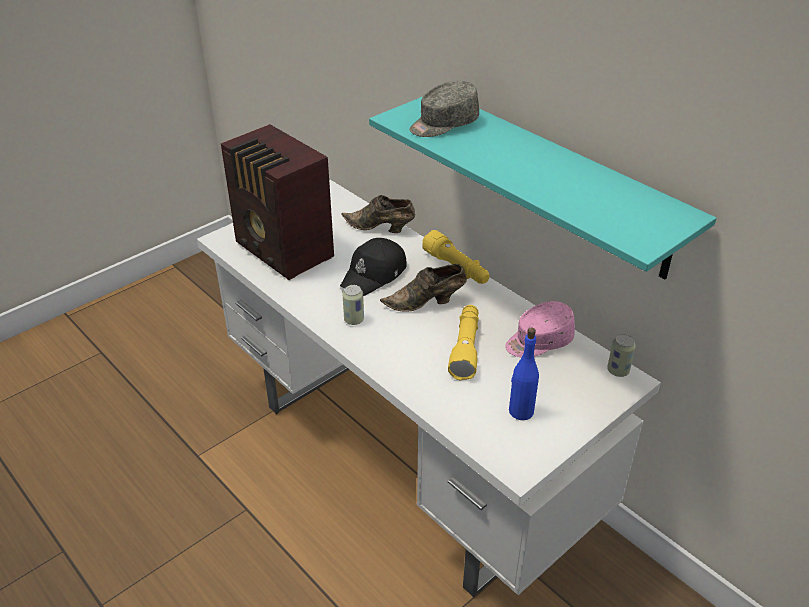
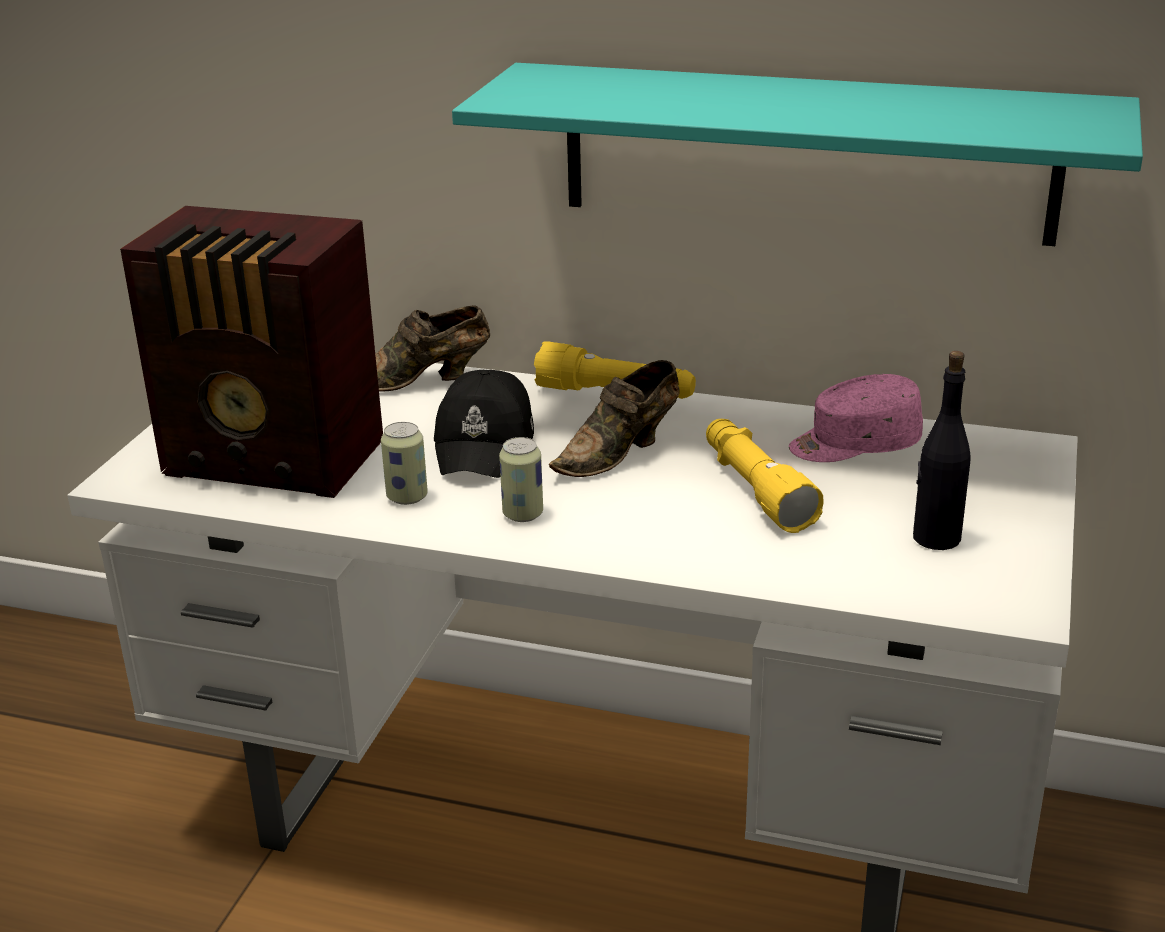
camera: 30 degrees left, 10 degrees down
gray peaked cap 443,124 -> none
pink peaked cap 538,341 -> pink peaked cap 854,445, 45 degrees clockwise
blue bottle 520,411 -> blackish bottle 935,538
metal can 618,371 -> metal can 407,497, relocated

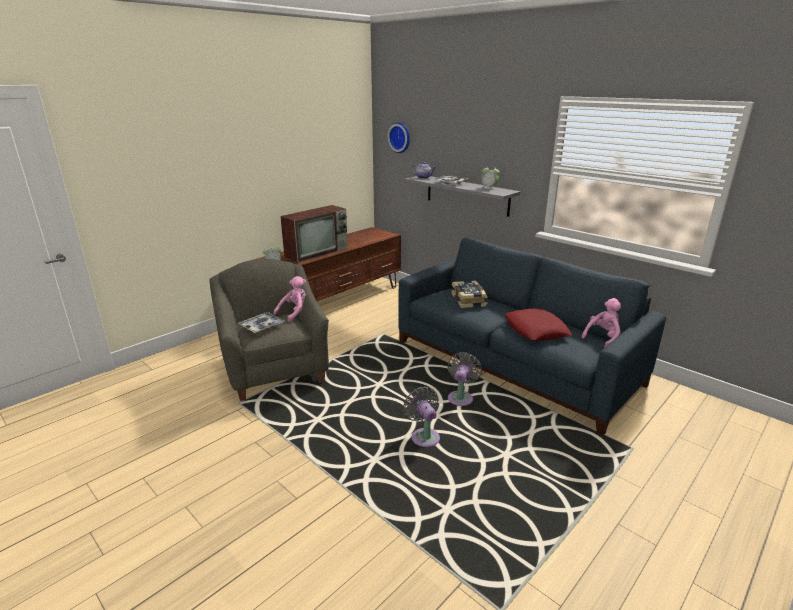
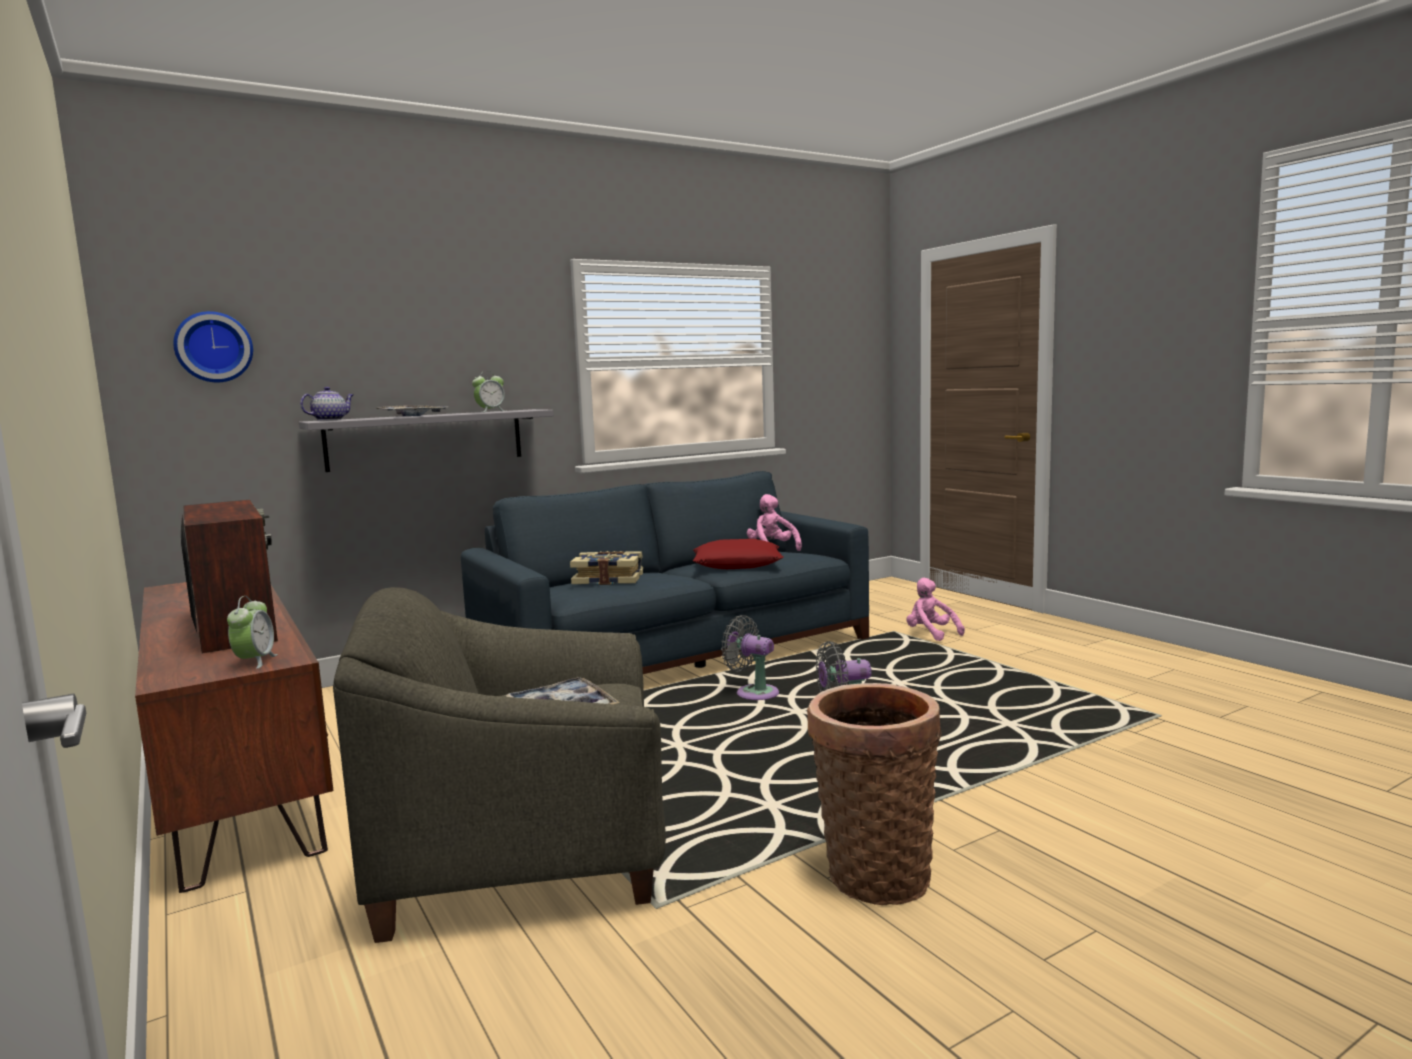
camera: 75 degrees left, 15 degrees down
pink soft toy 295,313 -> pink soft toy 931,634, relocated
none -> basket 873,873

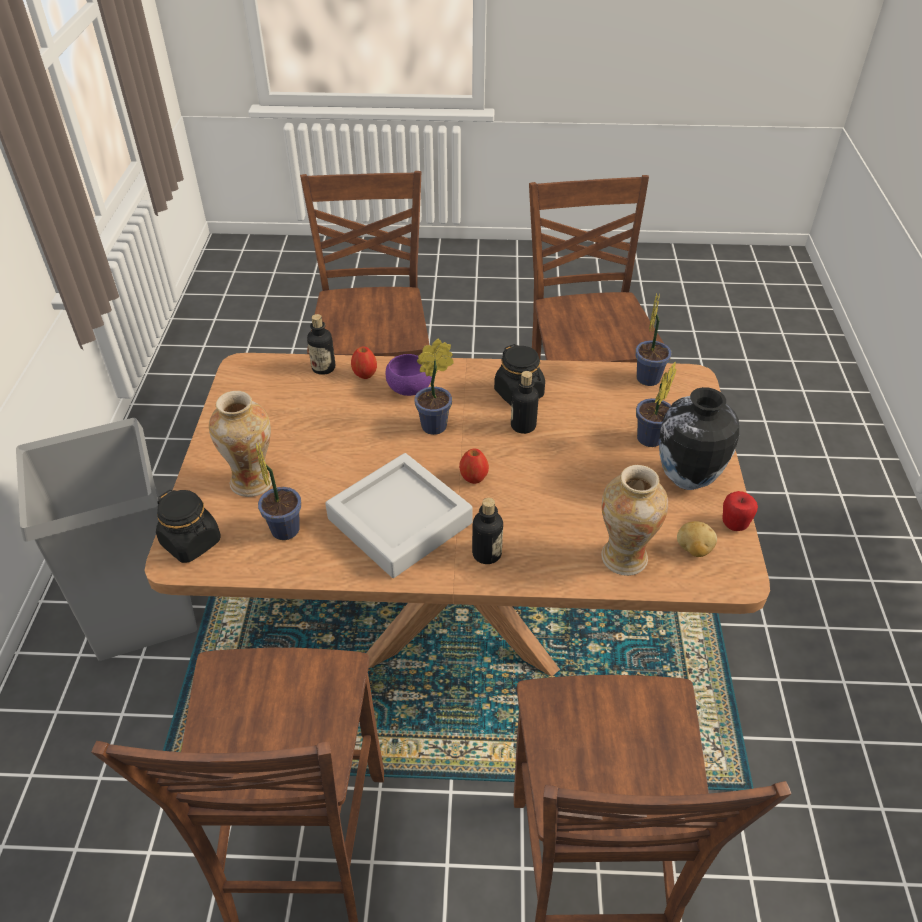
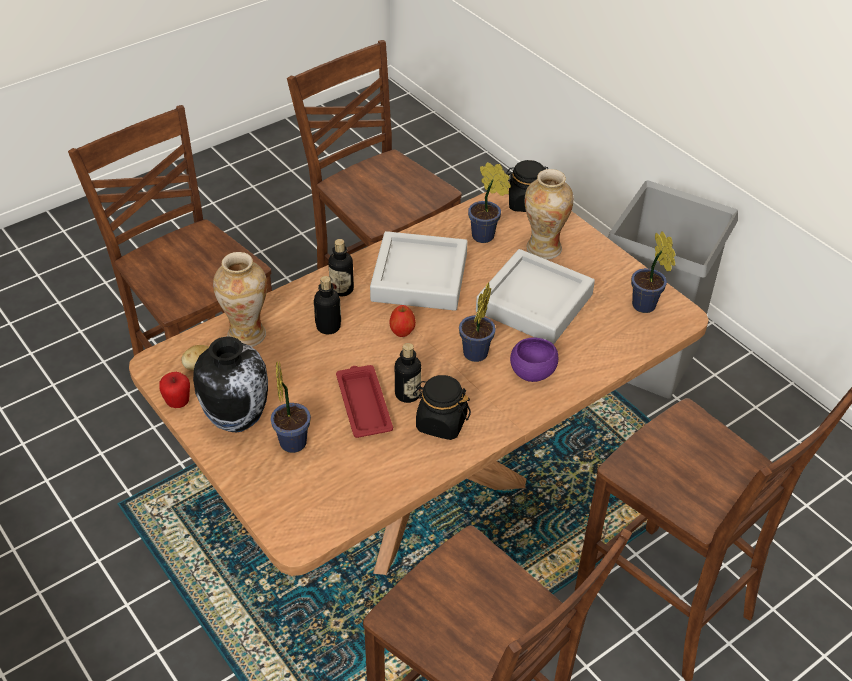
camera: 140 degrees right, 0 degrees up
houseplant 648,376 -> houseplant 645,307, relocated
bottle 323,368 -> bottle 328,327, relocated
whole apple 365,374 -> none
none -> gray serving tray 534,303
none -> reddish serving tray 363,404

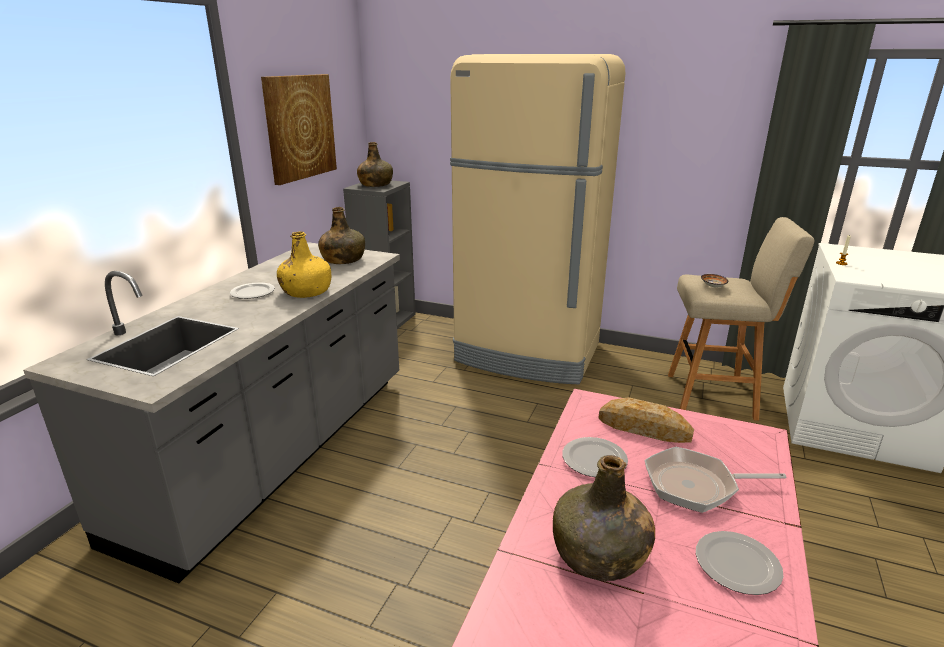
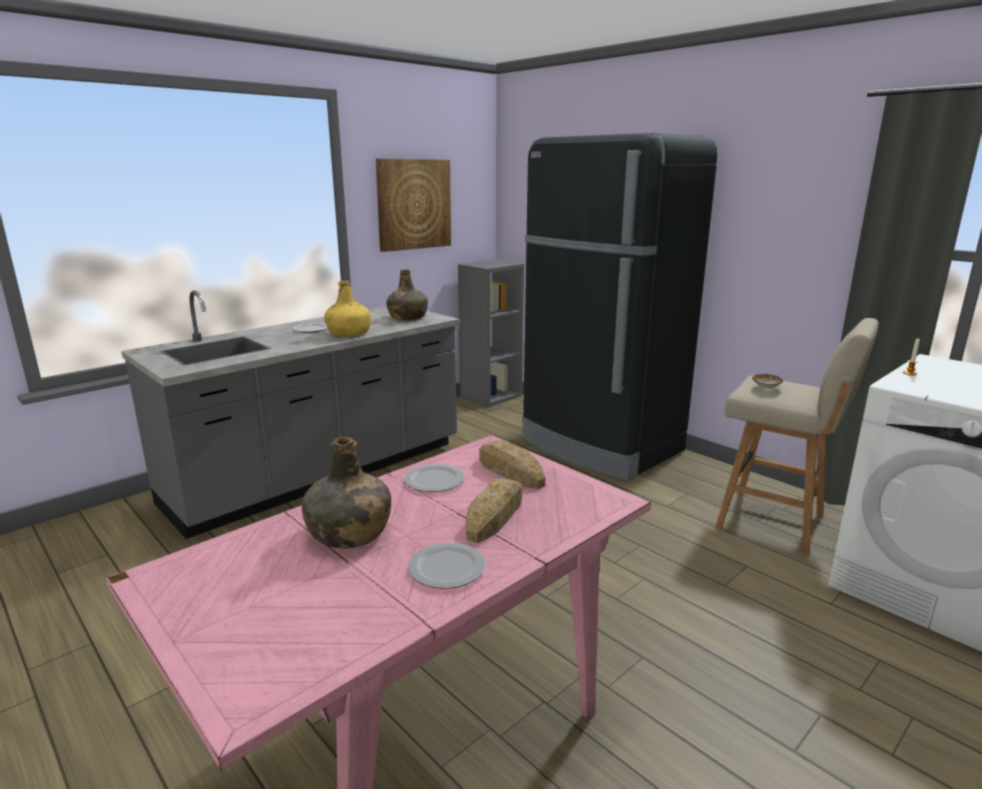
camera: 25 degrees right, 5 degrees down
beige-coloured fridge 528,354 -> blackish fridge 600,446
green-coloured bottle 375,185 -> none
frying pan 696,485 -> bakery bread 494,515

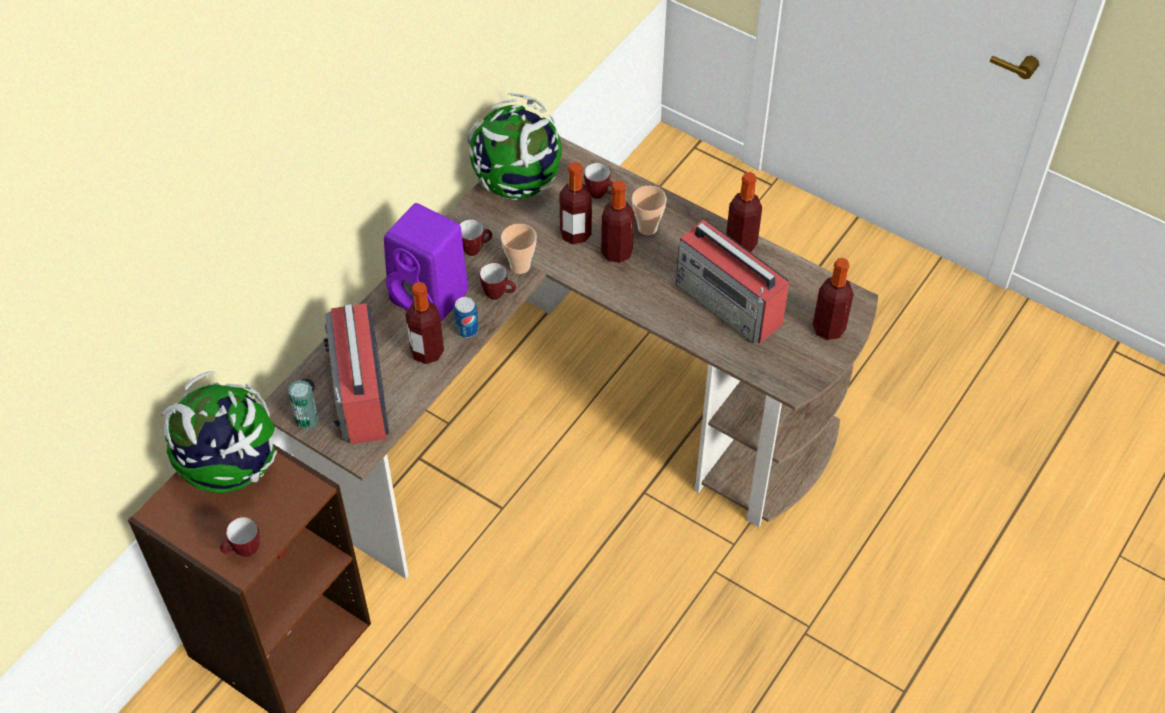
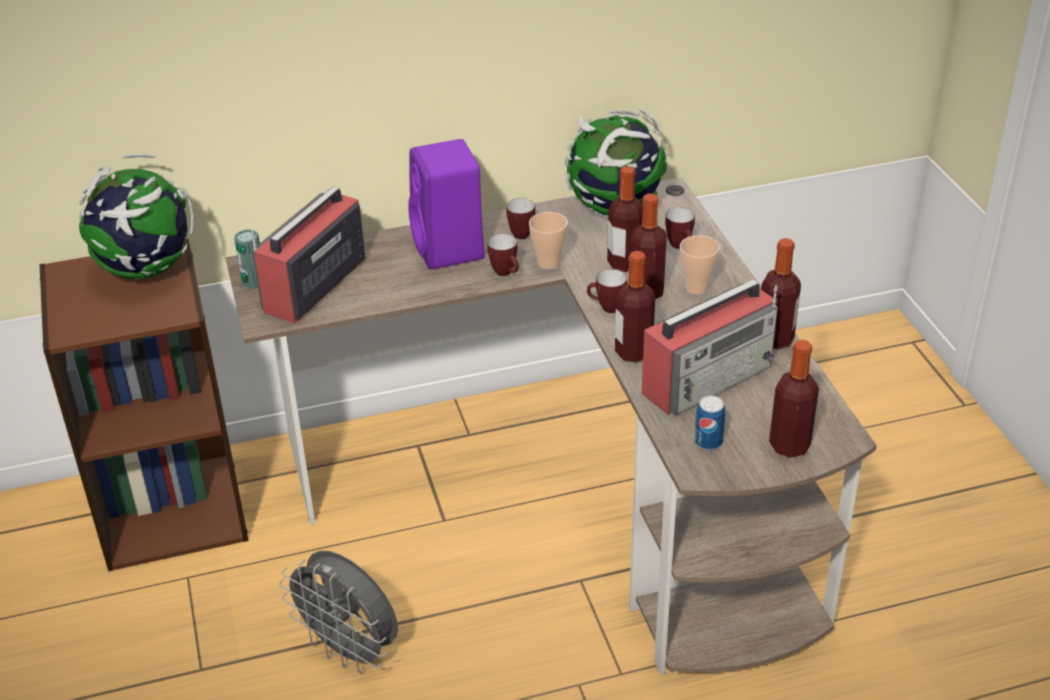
camera: 40 degrees right, 15 degrees down
radio receiver 729,304 -> radio receiver 708,378, 120 degrees counterclockwise
bottle 427,352 -> bottle 633,352, relocated
metal can 467,330 -> metal can 708,442, relocated
tea mug 244,552 -> tea mug 606,308, relocated
none -> gray fan 350,650

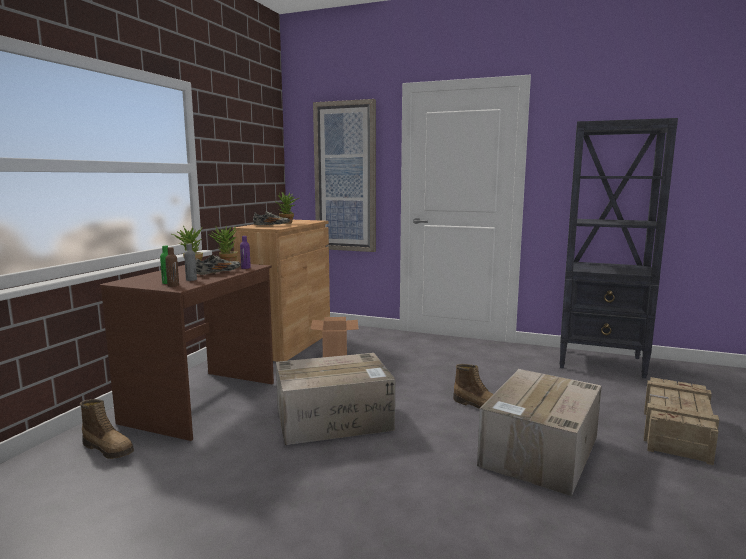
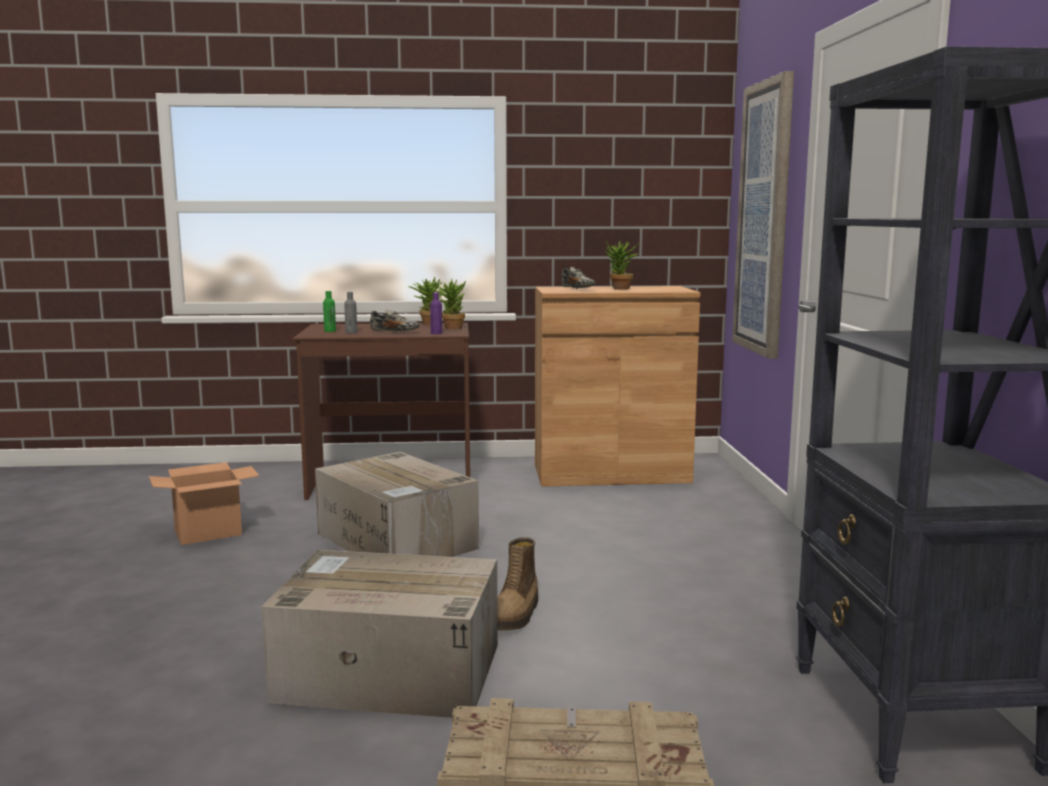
camera: 65 degrees right, 0 degrees up
brown-coloured bottle 173,285 -> none
packing box 335,356 -> packing box 209,533, relocated
high-top boot 109,449 -> none

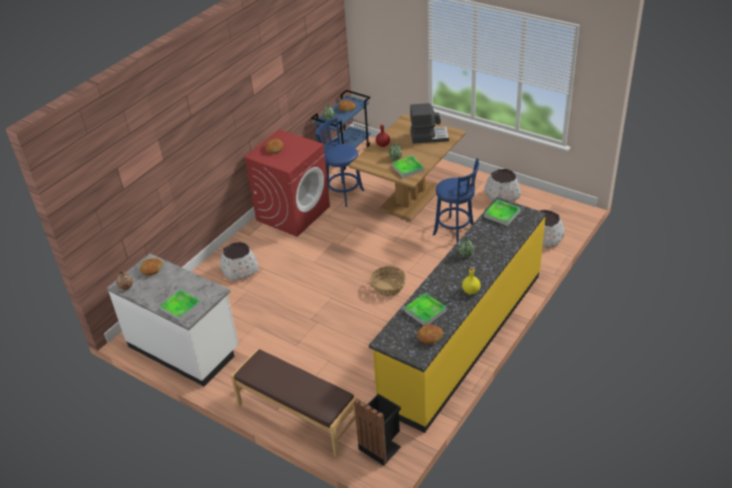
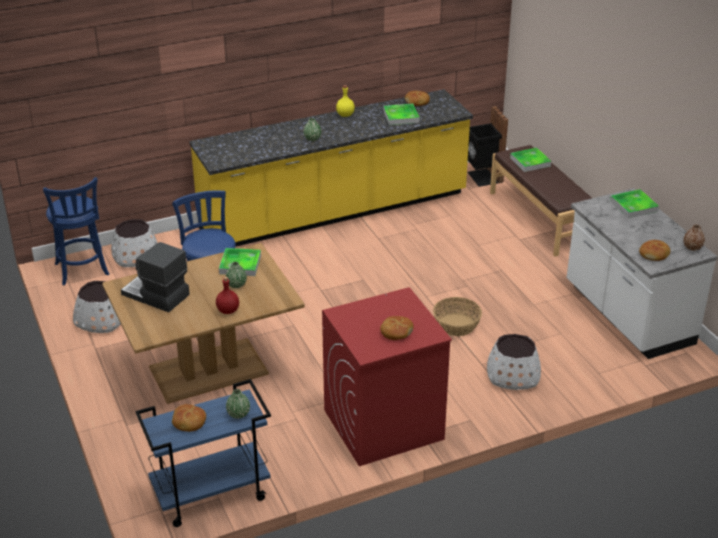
camera: 150 degrees left, 5 degrees down
blue sitting stool 342,193 -> blue sitting stool 82,271, relocated
serving tray 502,214 -> serving tray 530,162, relocated
basket 388,287 -> basket 456,325, relocated

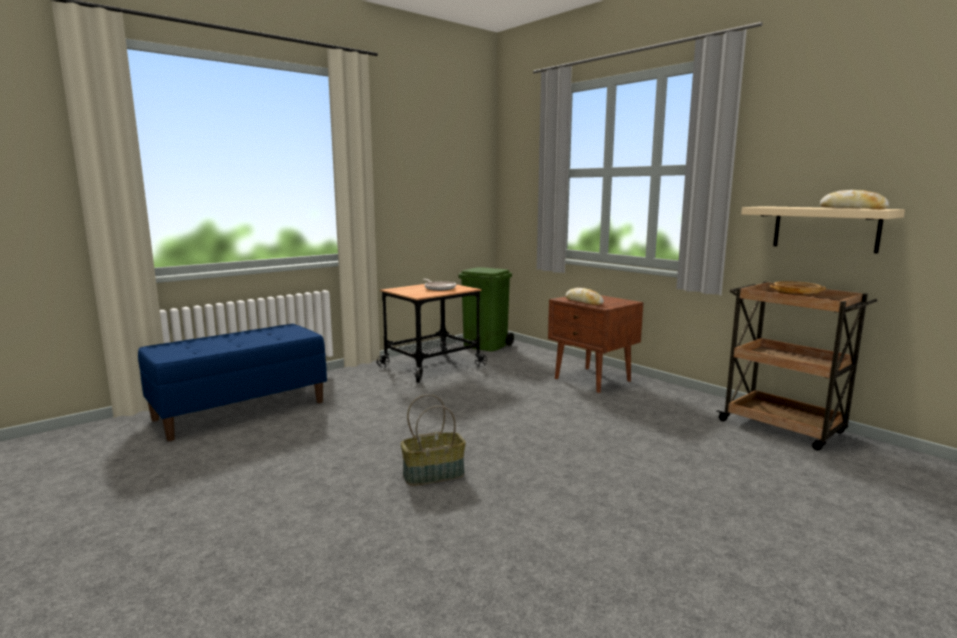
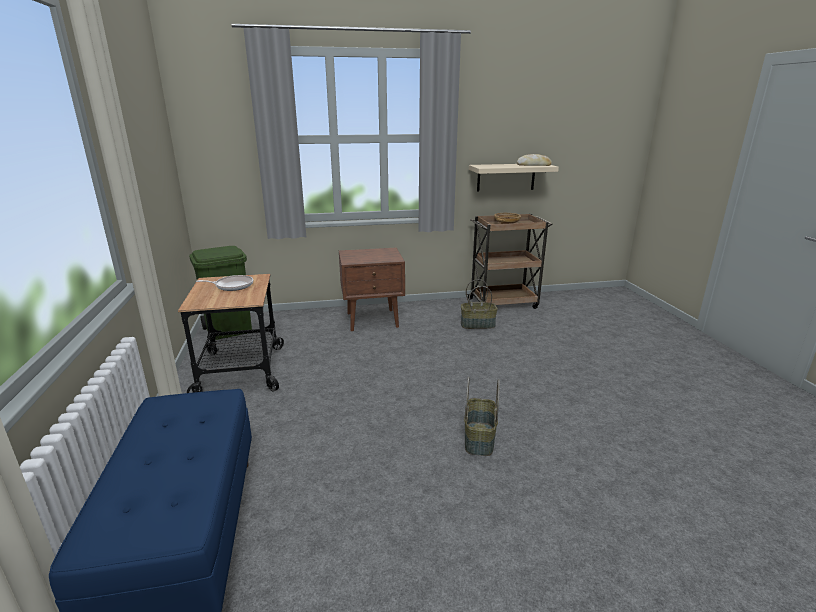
camera: 60 degrees left, 10 degrees up
bakery bread 584,301 -> none
none -> basket 478,324

